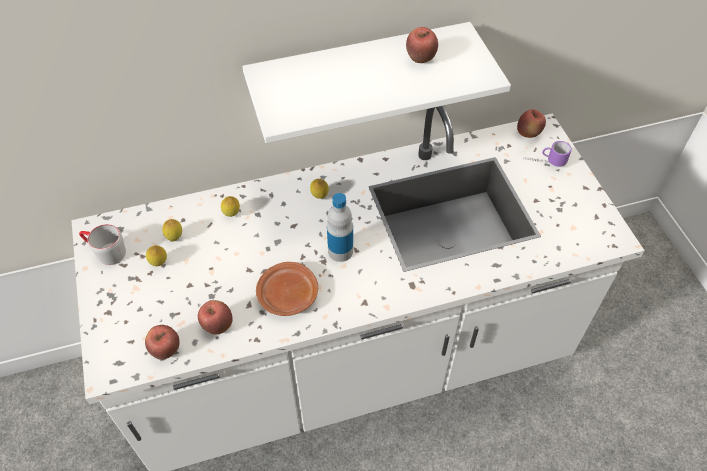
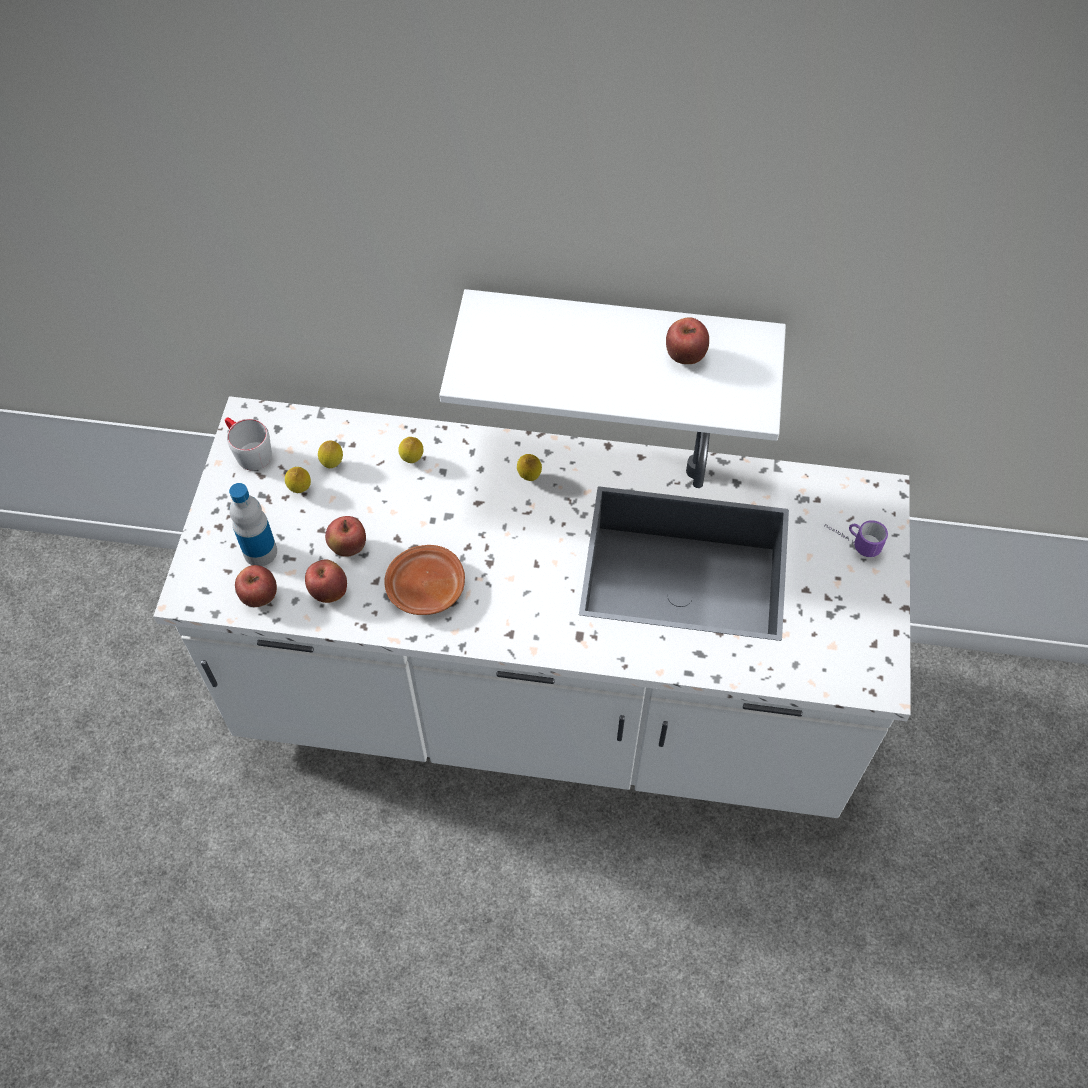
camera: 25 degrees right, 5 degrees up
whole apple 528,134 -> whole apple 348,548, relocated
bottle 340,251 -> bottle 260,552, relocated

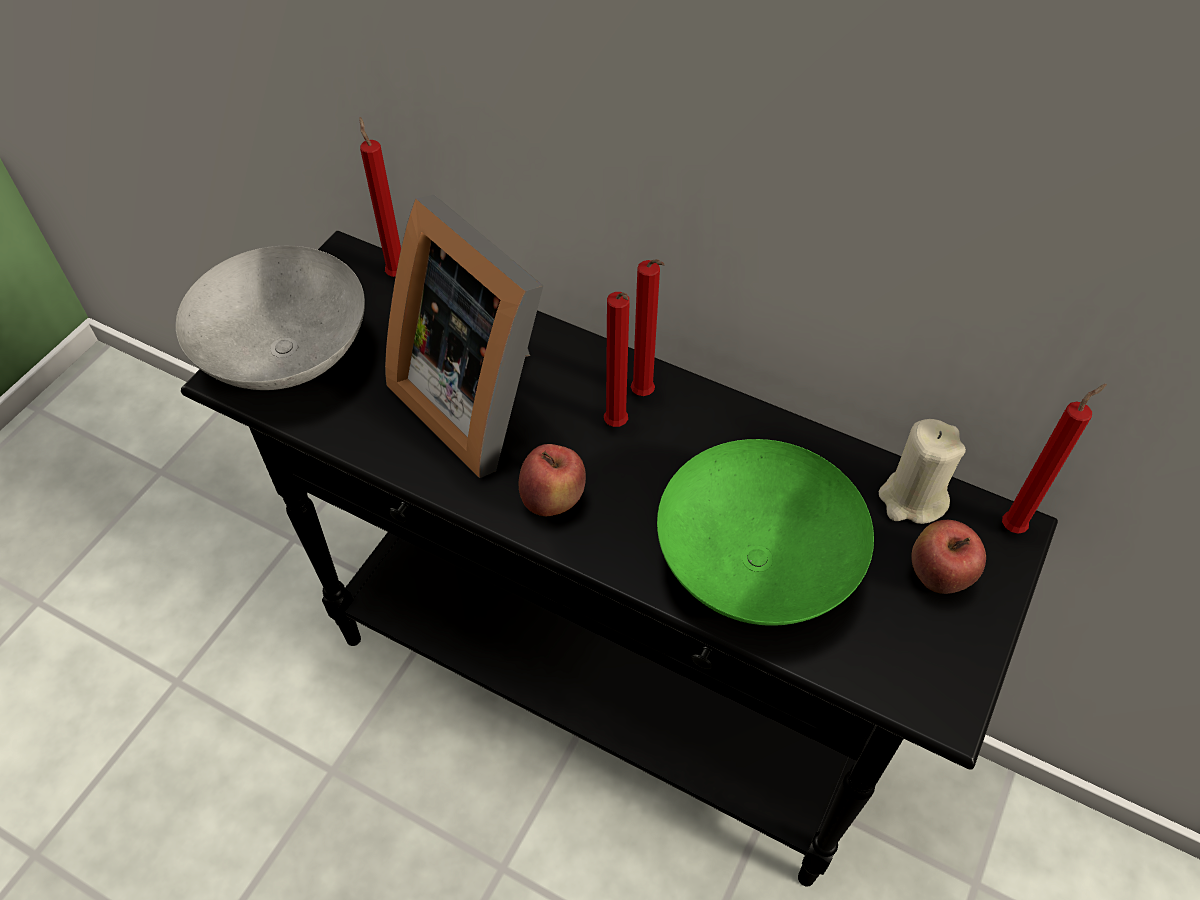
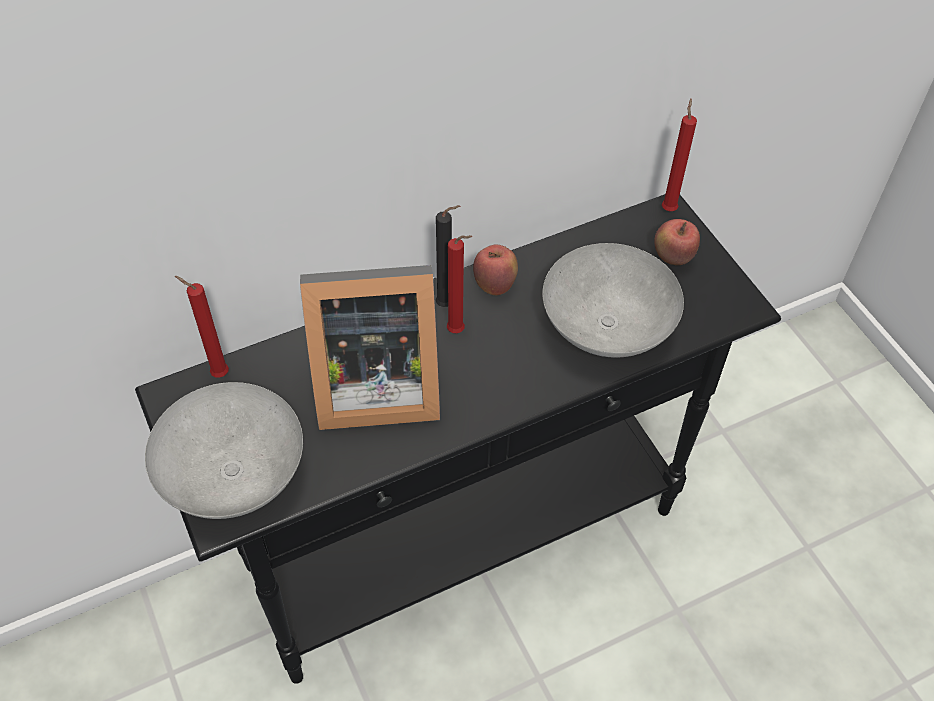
camera: 55 degrees left, 0 degrees up
reddish wax light 644,396 -> blackish wax light 447,305
beige-coloured wax light 912,499 -> none
green-coloured bowl 758,568 -> gray bowl 609,327
whole apple 553,501 -> whole apple 495,285, relocated

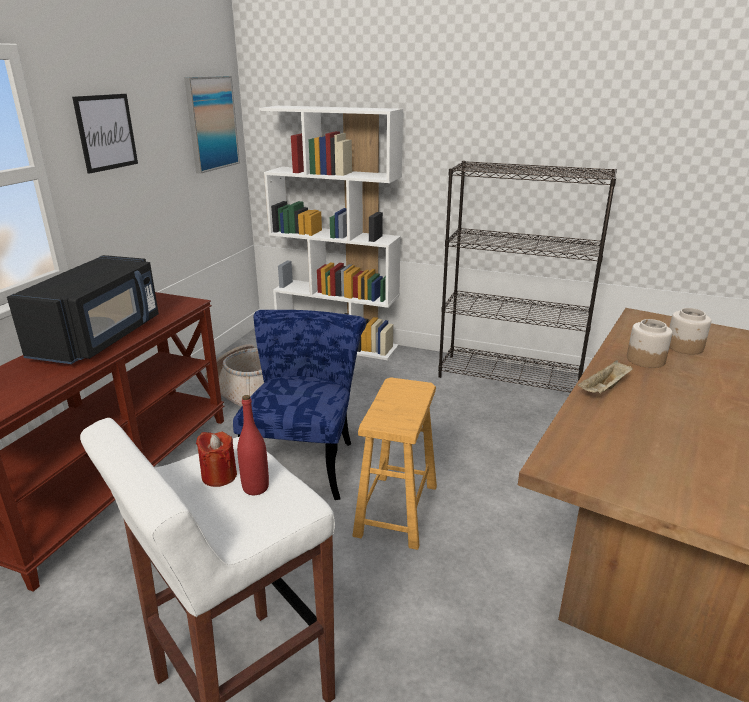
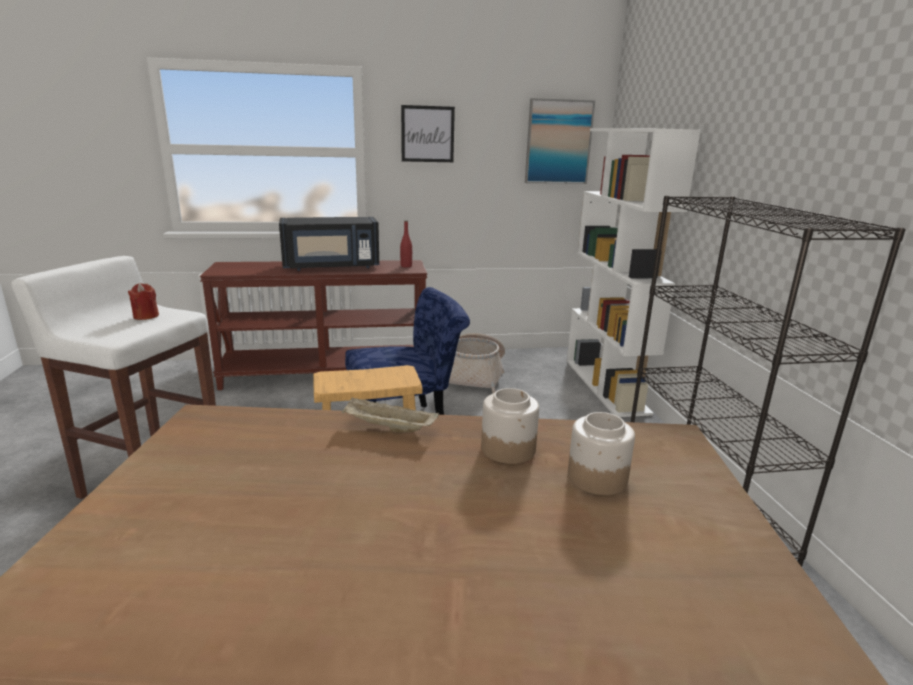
camera: 60 degrees right, 5 degrees down
reddish bottle 255,488 -> reddish bottle 406,266, relocated

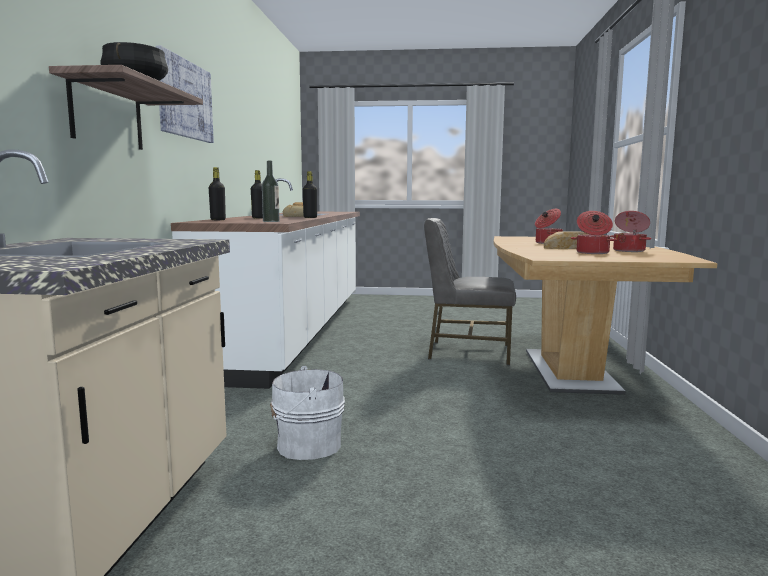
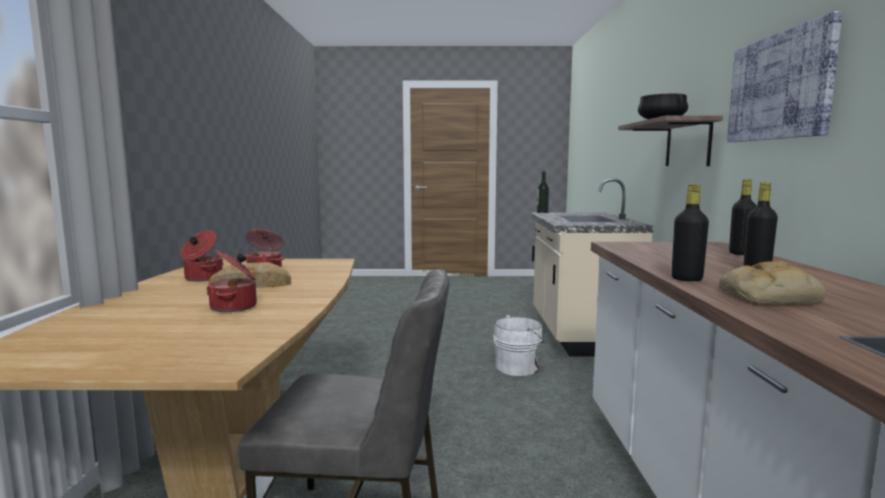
camera: 175 degrees right, 0 degrees up
bottle 271,221 -> bottle 542,213, relocated

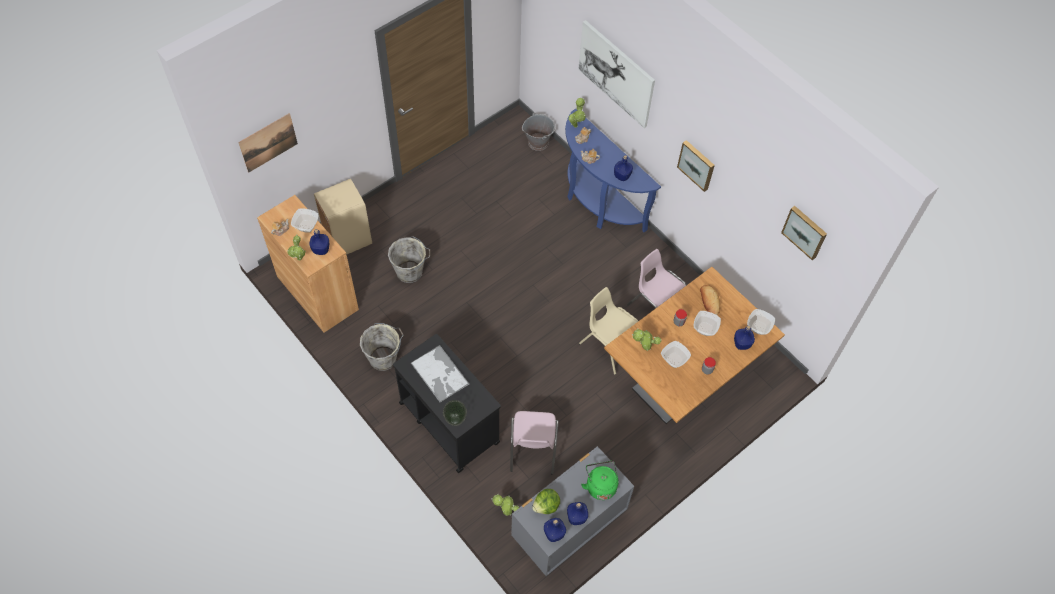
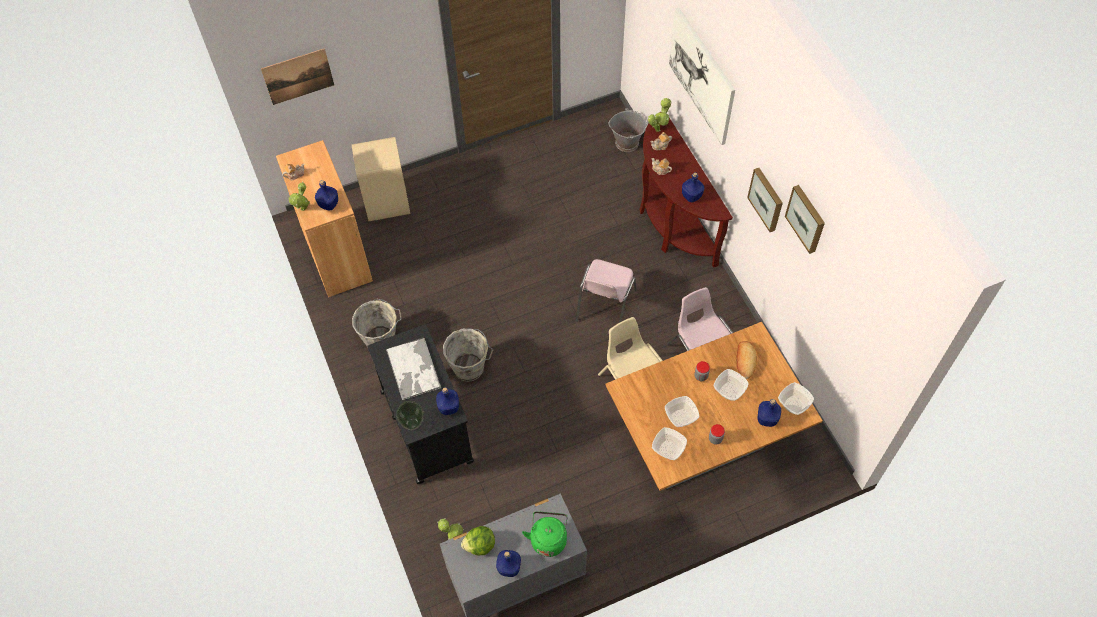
camera: 20 degrees right, 0 degrees up
blue console table 598,203 -> brown-coloured console table 671,223
wall picture 805,231 -> wall picture 806,218, relocated
bowl 306,226 -> bowl 668,449, relocated
gray bucket 410,272 -> gray bucket 470,368, relocated
houseplant 644,348 -> none
pink upright chair 532,449 -> pink upright chair 604,306, relocated
blue bottle 553,533 -> blue bottle 448,407, relocated

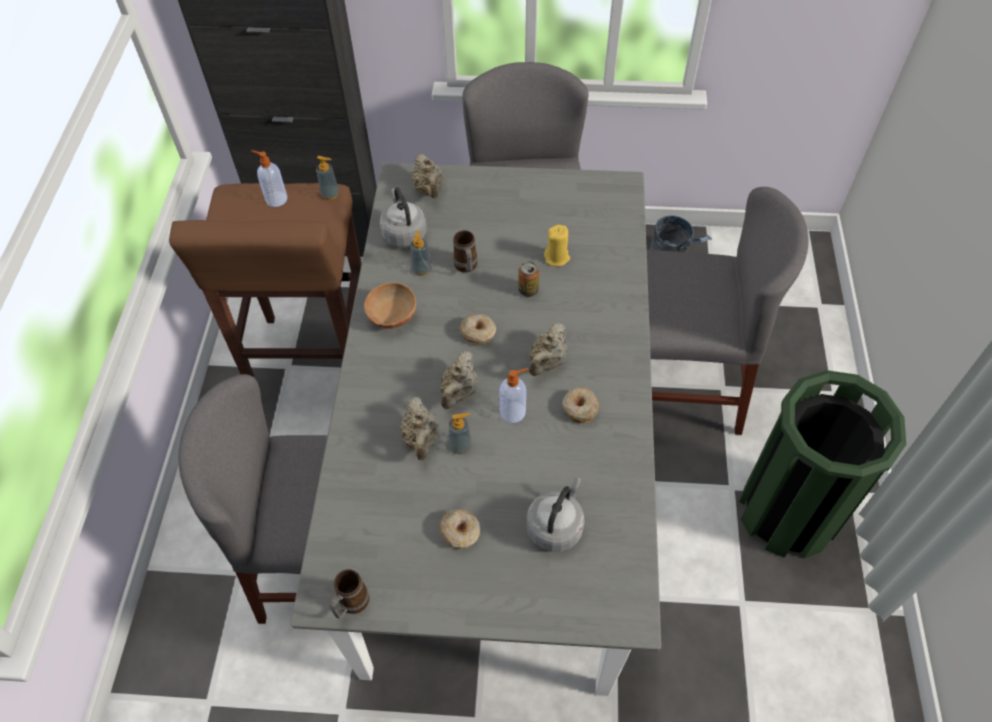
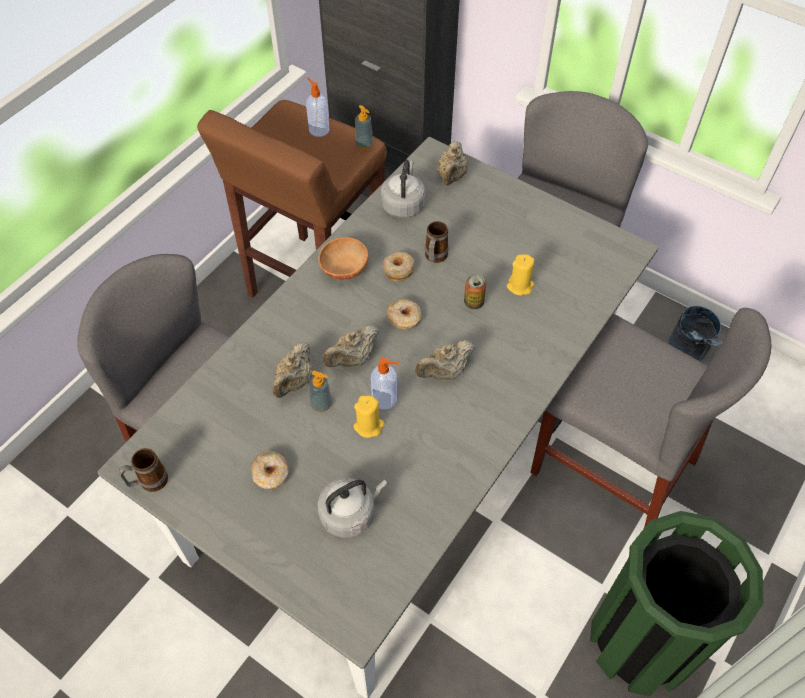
camera: 30 degrees right, 0 degrees up
soap bottle 422,269 -> none
donut 579,408 -> donut 398,270, relocated
none -> yellow wax light 369,426

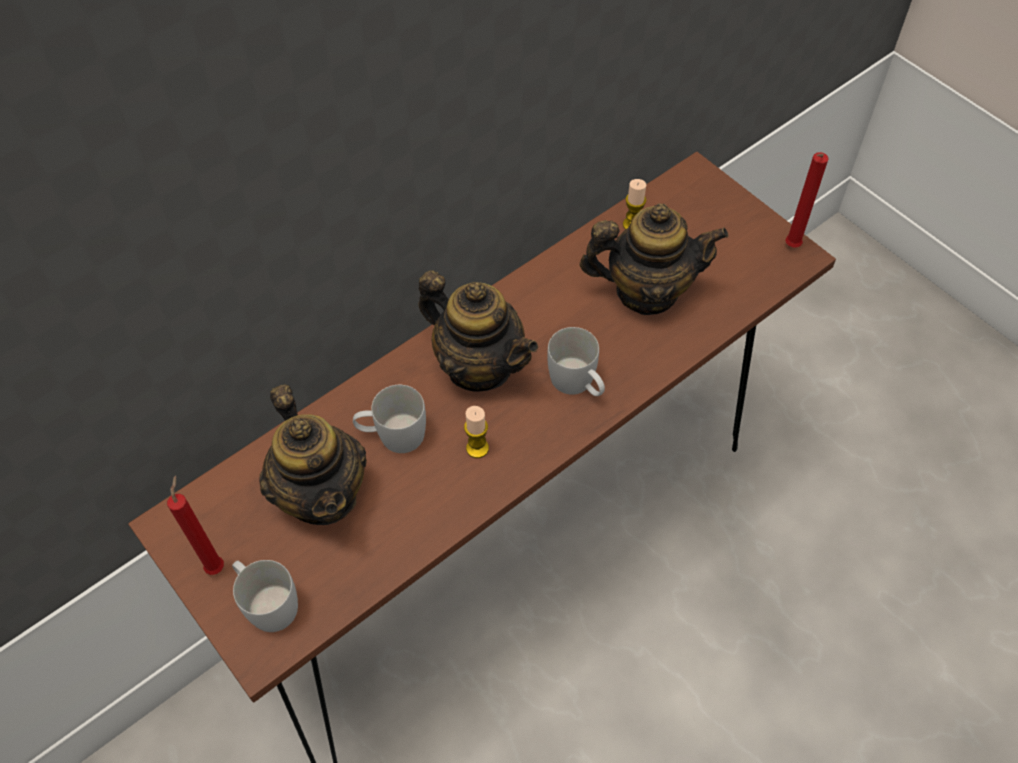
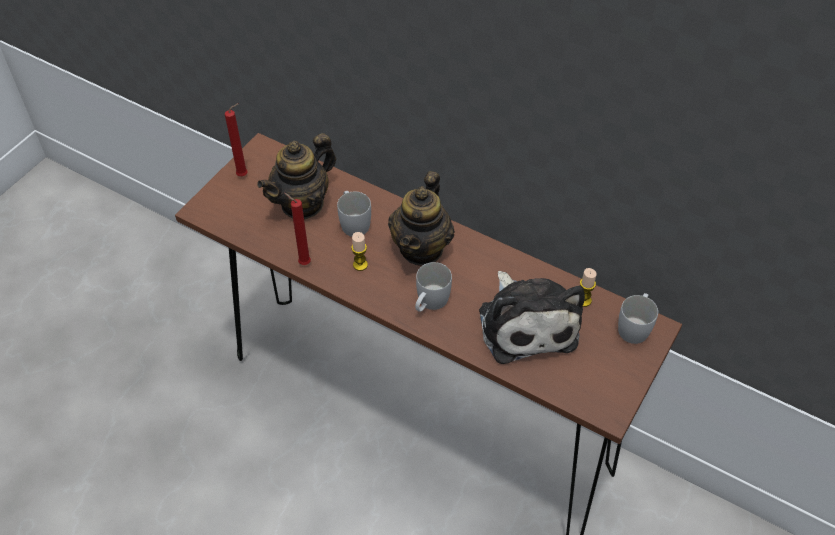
camera: 70 degrees right, 5 degrees down
reddish wax light 790,247 -> reddish wax light 303,263, relocated
teapot 646,291 -> soft toy 526,323
whitish tea mug 267,602 -> whitish tea mug 635,326, relocated

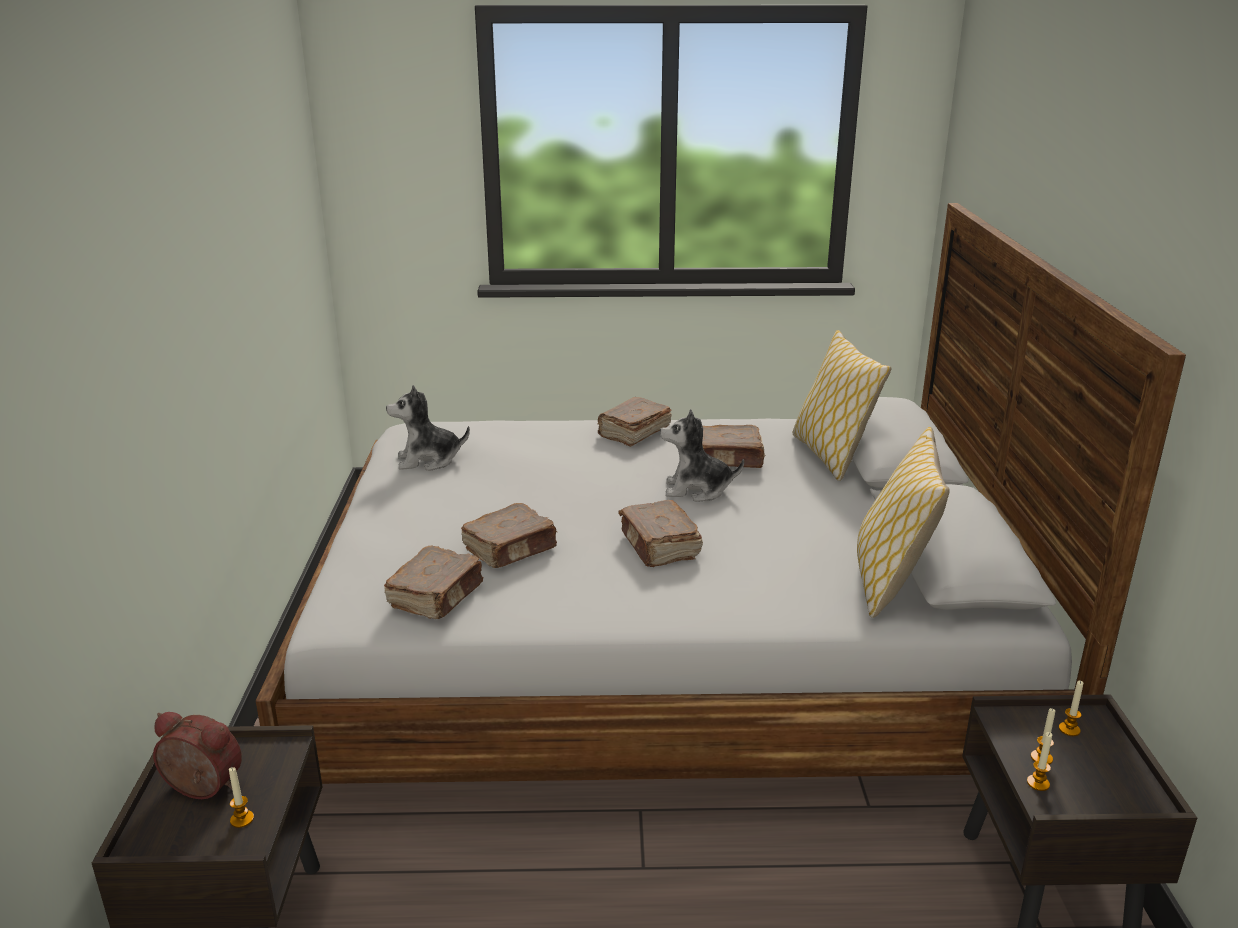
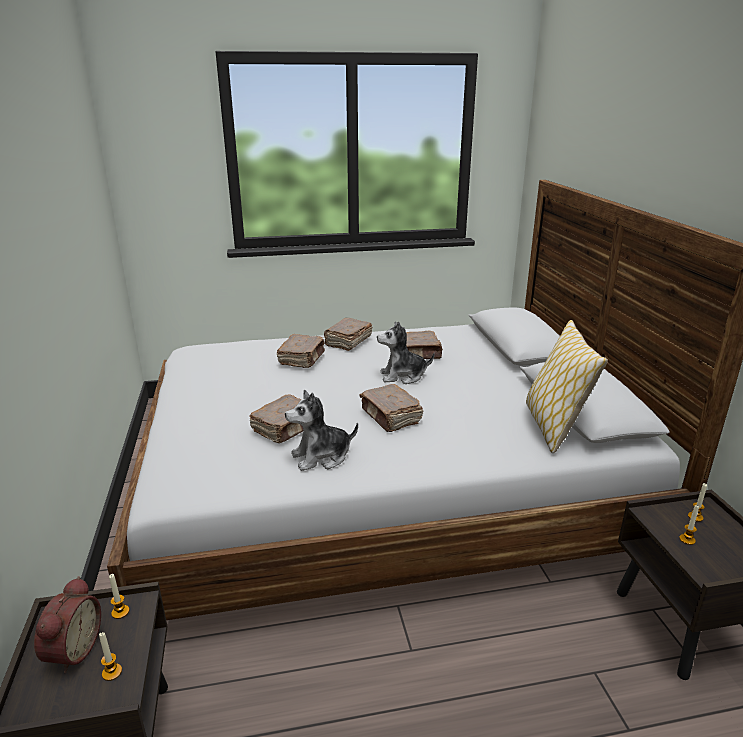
camera: 10 degrees left, 0 degrees up
pillow 831,456 -> none
soft toy 428,460 -> soft toy 321,457, relocated
brown-coloured book 437,596 -> brown-coloured book 302,359, relocated
table clock 201,789 -> table clock 72,650, 90 degrees clockwise
wax light 1038,783 -> wax light 120,612, relocated

